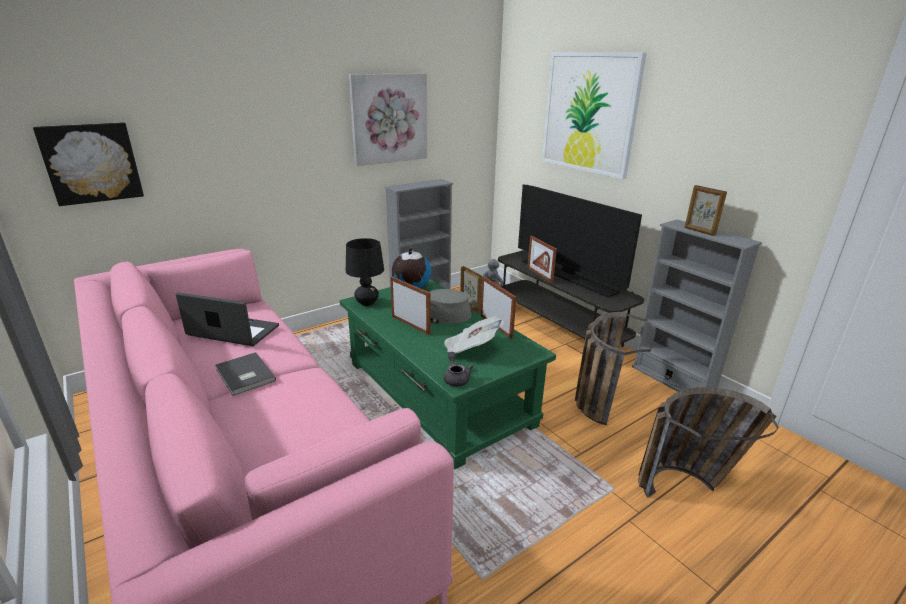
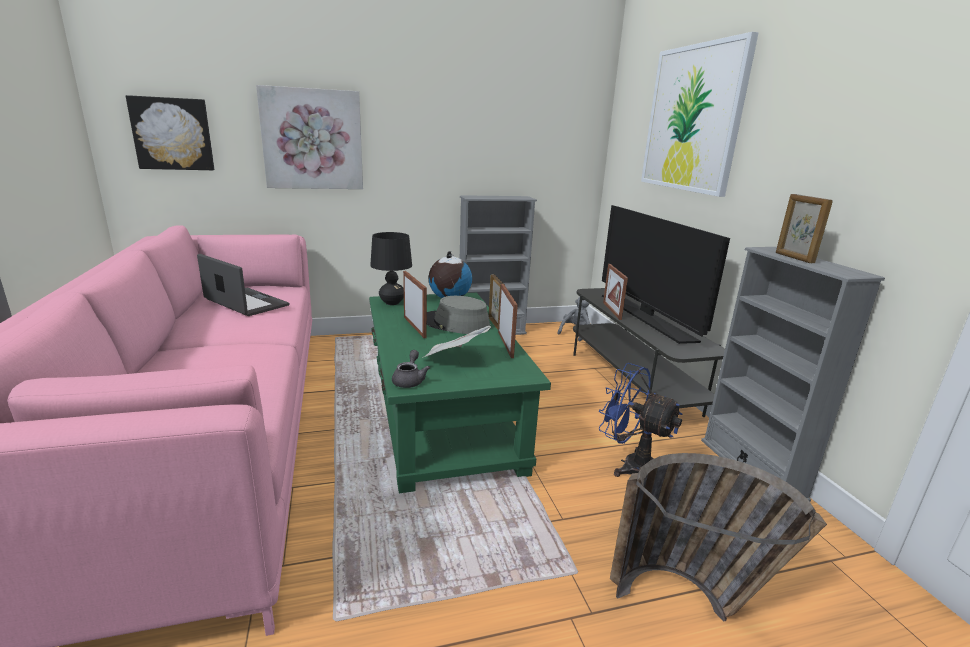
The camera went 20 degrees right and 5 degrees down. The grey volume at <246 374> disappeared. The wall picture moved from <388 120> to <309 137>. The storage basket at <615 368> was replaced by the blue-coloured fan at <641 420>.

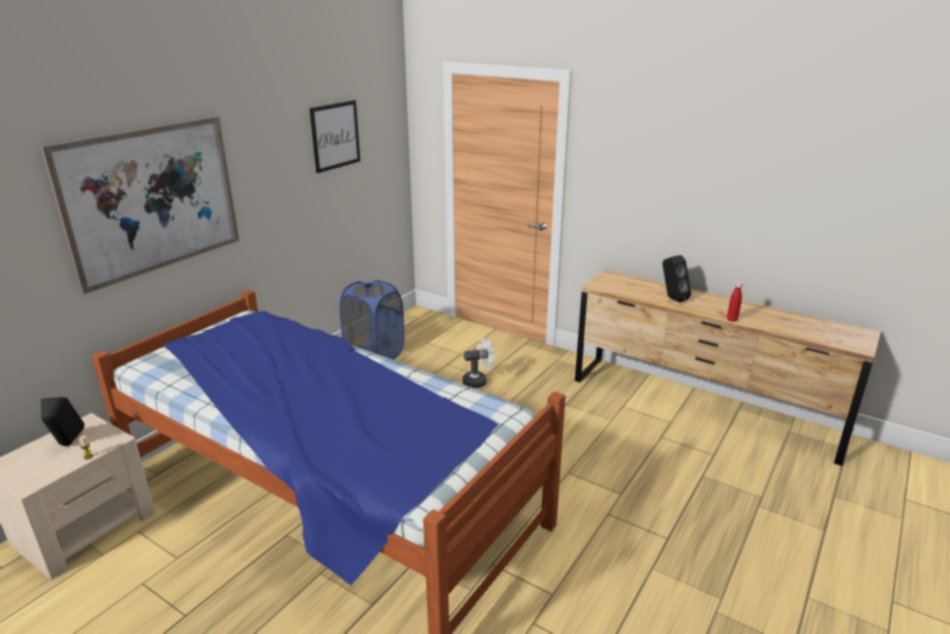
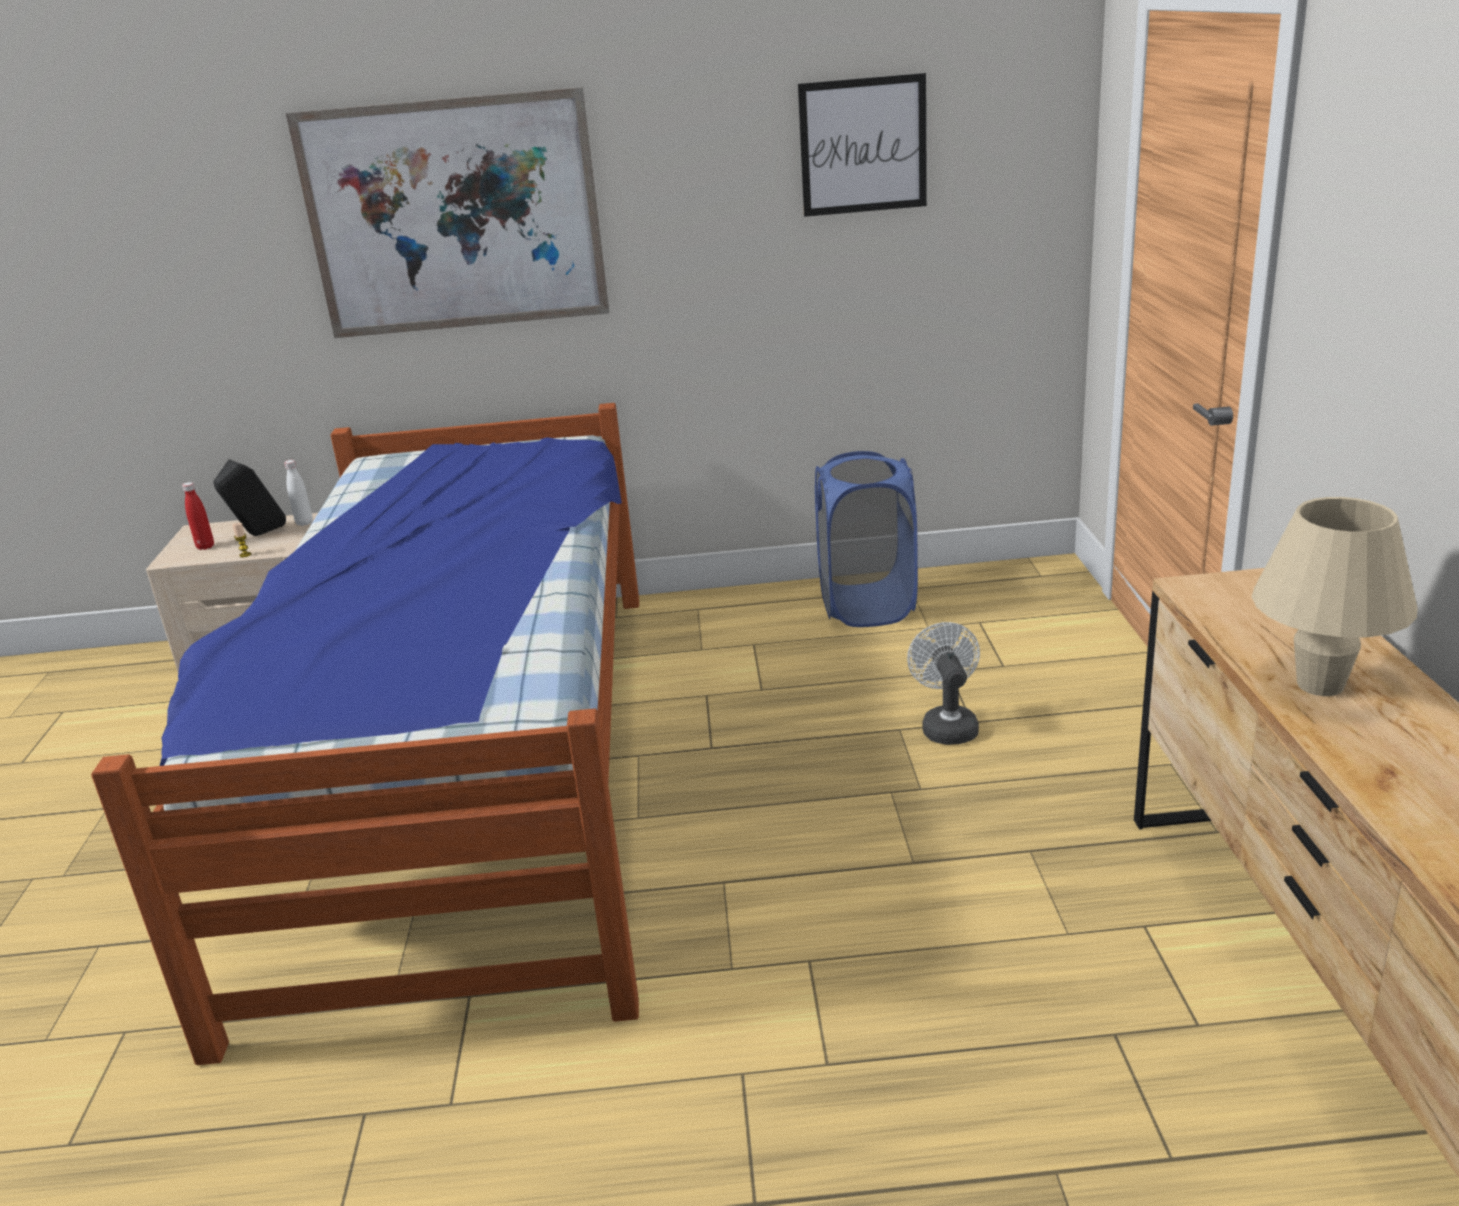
The camera went 55 degrees right and 0 degrees up. The white beverage bottle at <298 493> appeared. The reddish beverage bottle moved from <734 302> to <198 516>. The black-coloured audio speaker at <676 279> was replaced by the beige-coloured tabletop lamp at <1334 596>. The white fan at <478 363> turned 135 degrees counterclockwise.

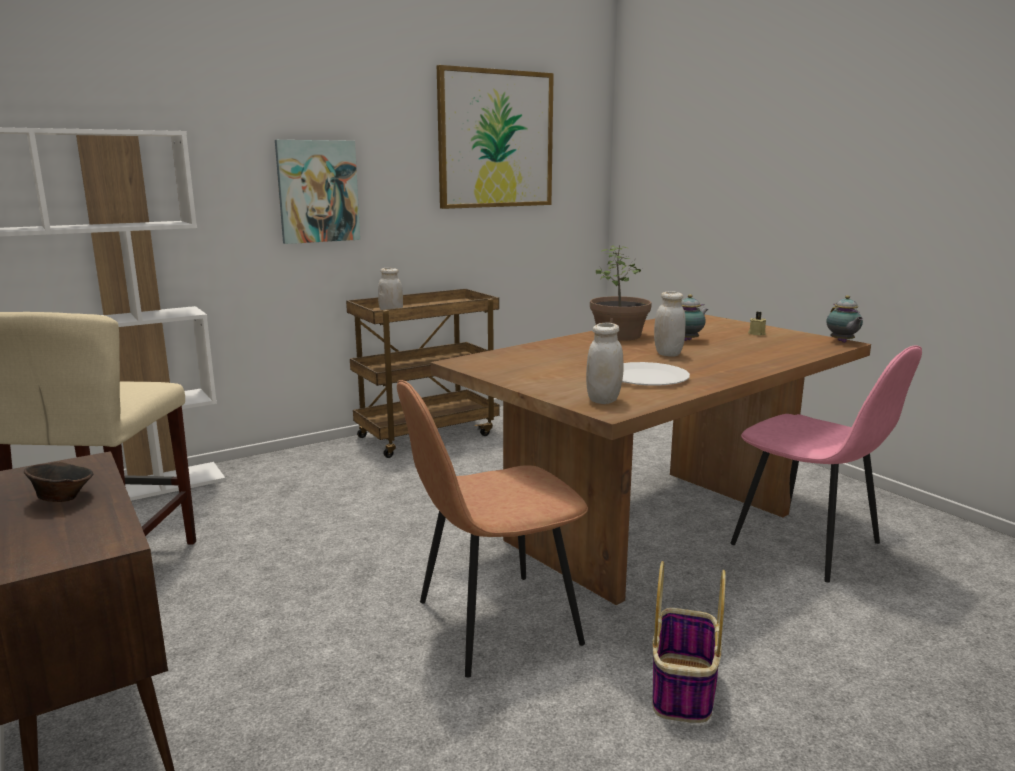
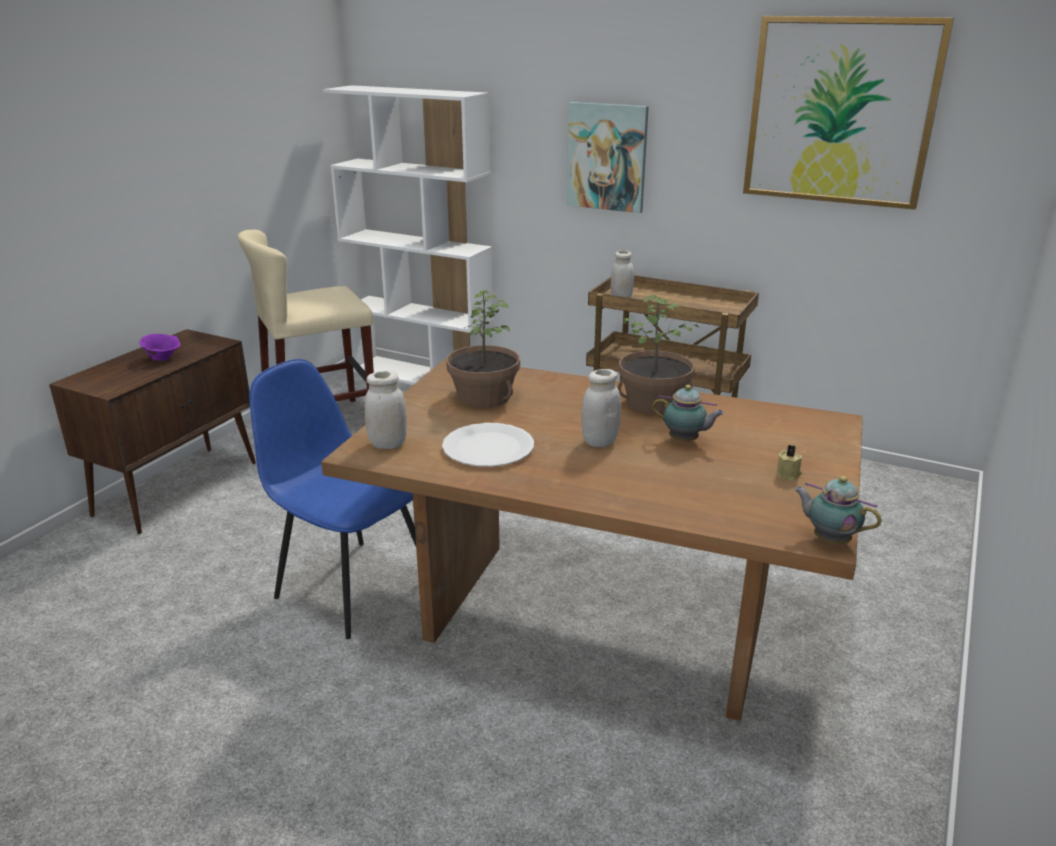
The camera went 60 degrees right and 10 degrees up. The storage basket at <689 642> disappeared. The pink-coloured plain chair at <826 463> disappeared. The houseplant at <483 349> appeared. The brown-coloured serving bowl at <58 482> became the purple-coloured serving bowl at <159 347>. The brown-coloured plain chair at <492 529> became the blue-coloured plain chair at <332 499>. The pot for tea at <845 319> turned 75 degrees clockwise.

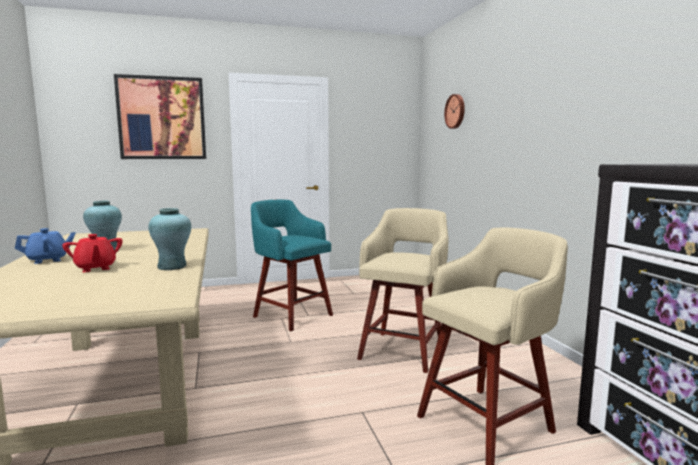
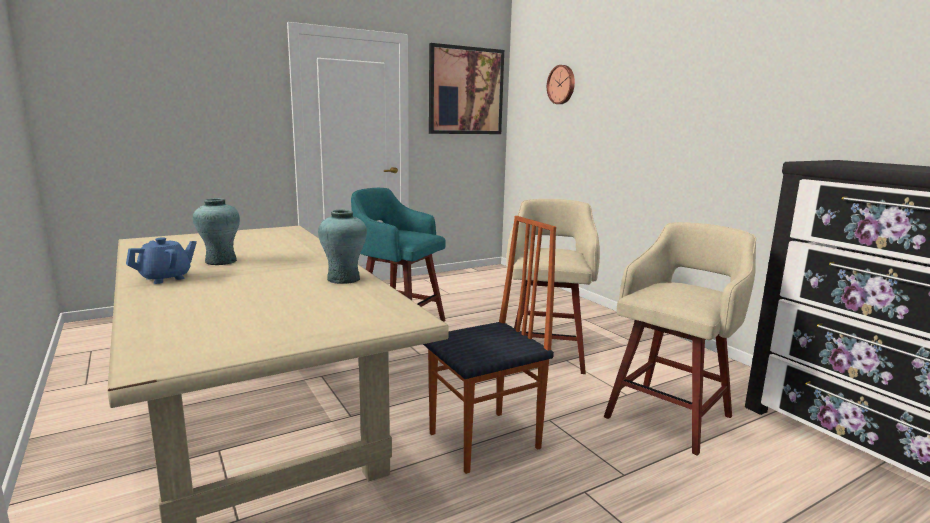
The camera went 15 degrees left and 5 degrees up. The reddish pot for tea at <92 253> disappeared. The plain chair at <489 345> appeared. The wall picture moved from <160 116> to <466 88>.

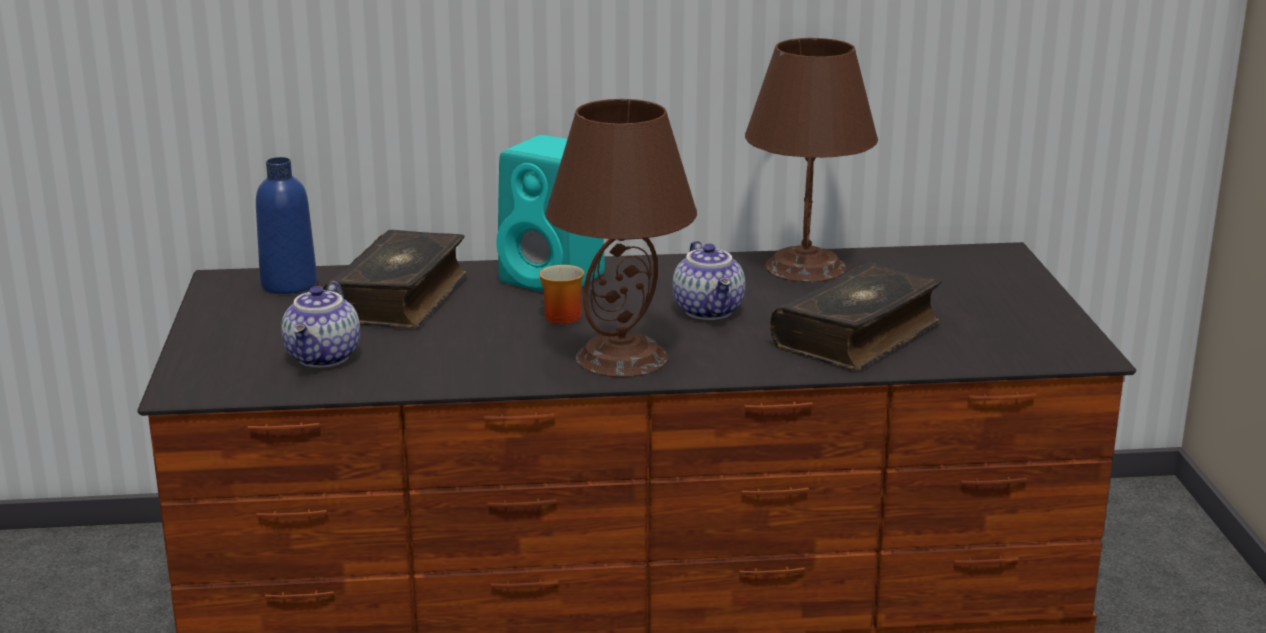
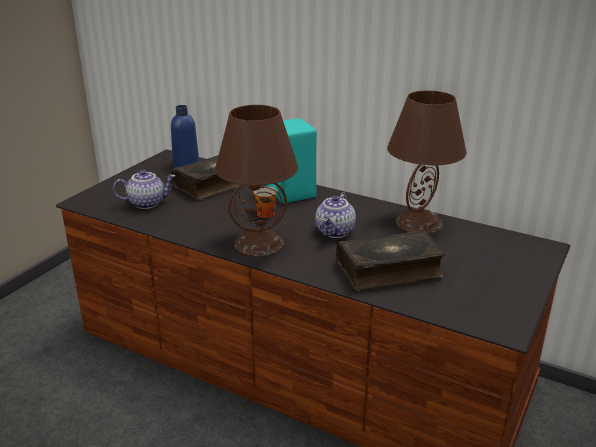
The camera went 35 degrees right and 5 degrees up. The pot for tea at <320 324> turned 150 degrees counterclockwise.

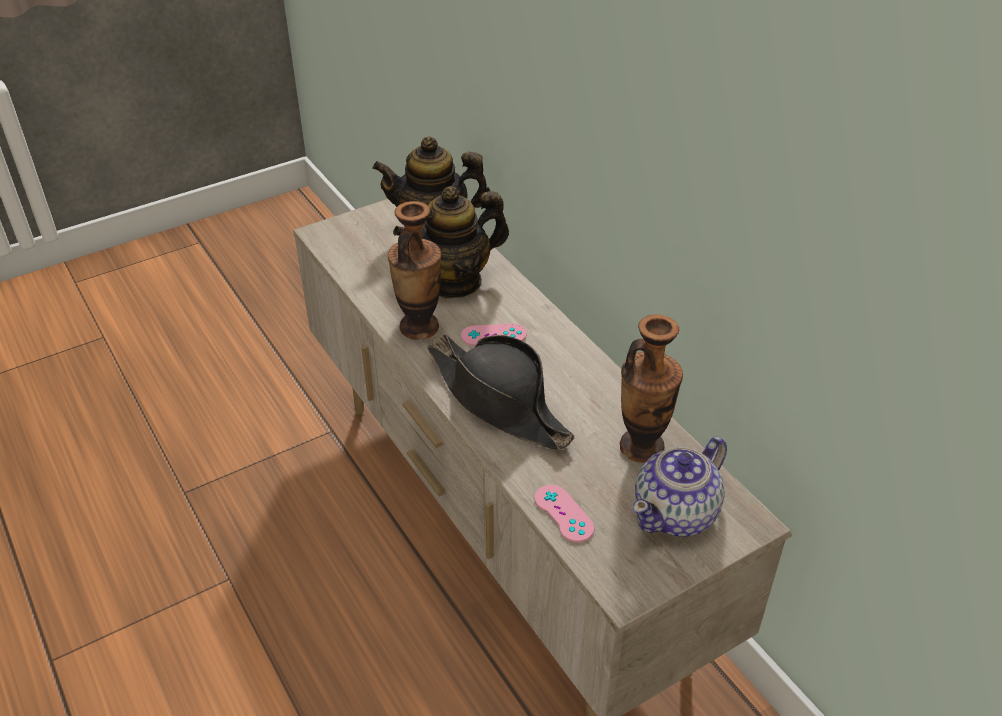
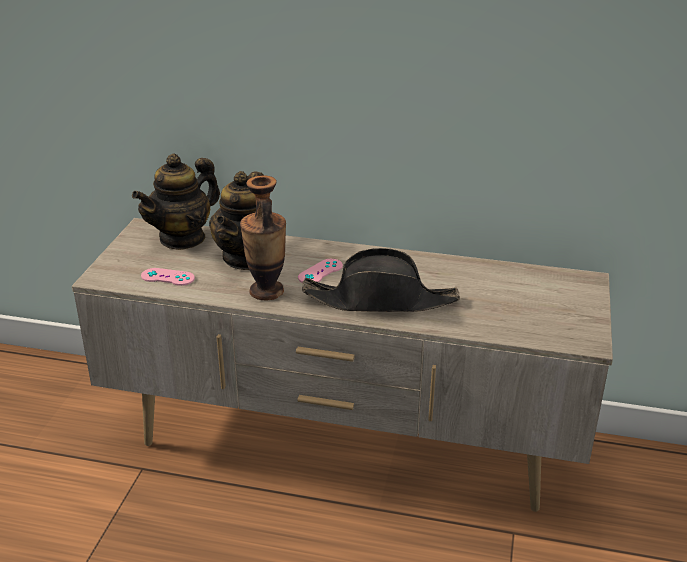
The camera went 45 degrees left and 10 degrees down. The vase at <651 389> disappeared. The pot for tea at <680 487> disappeared. The pink-coloured joypad moved from <564 513> to <168 277>.

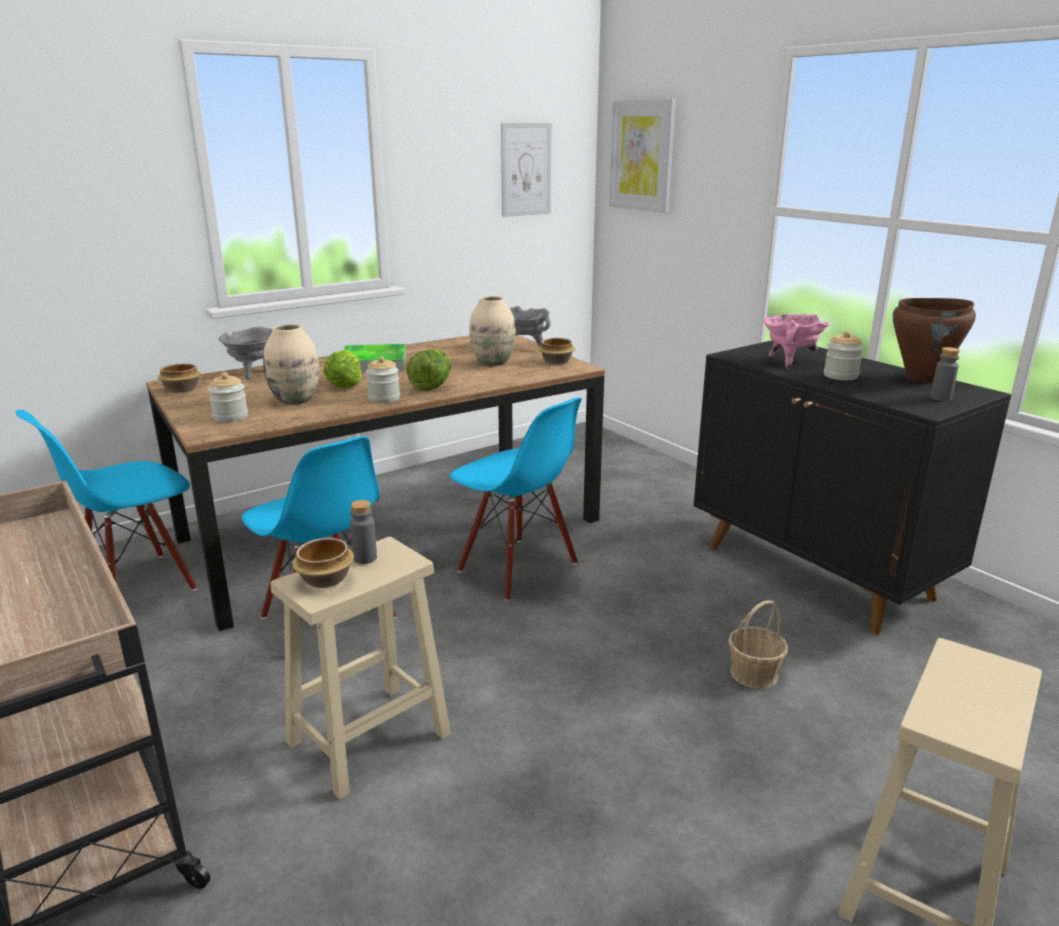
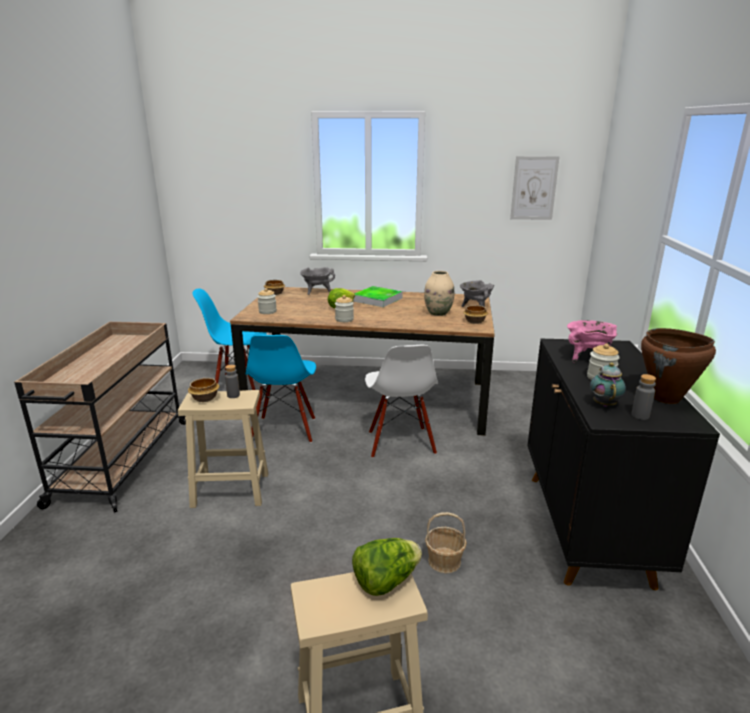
The camera went 40 degrees right and 0 degrees up. The beige-coloured vase at <291 364> disappeared. The wall picture at <642 156> disappeared. The pot for tea at <608 384> appeared. The head of lettuce moved from <429 370> to <387 567>. The blue-coloured plain chair at <516 499> became the white plain chair at <401 401>.

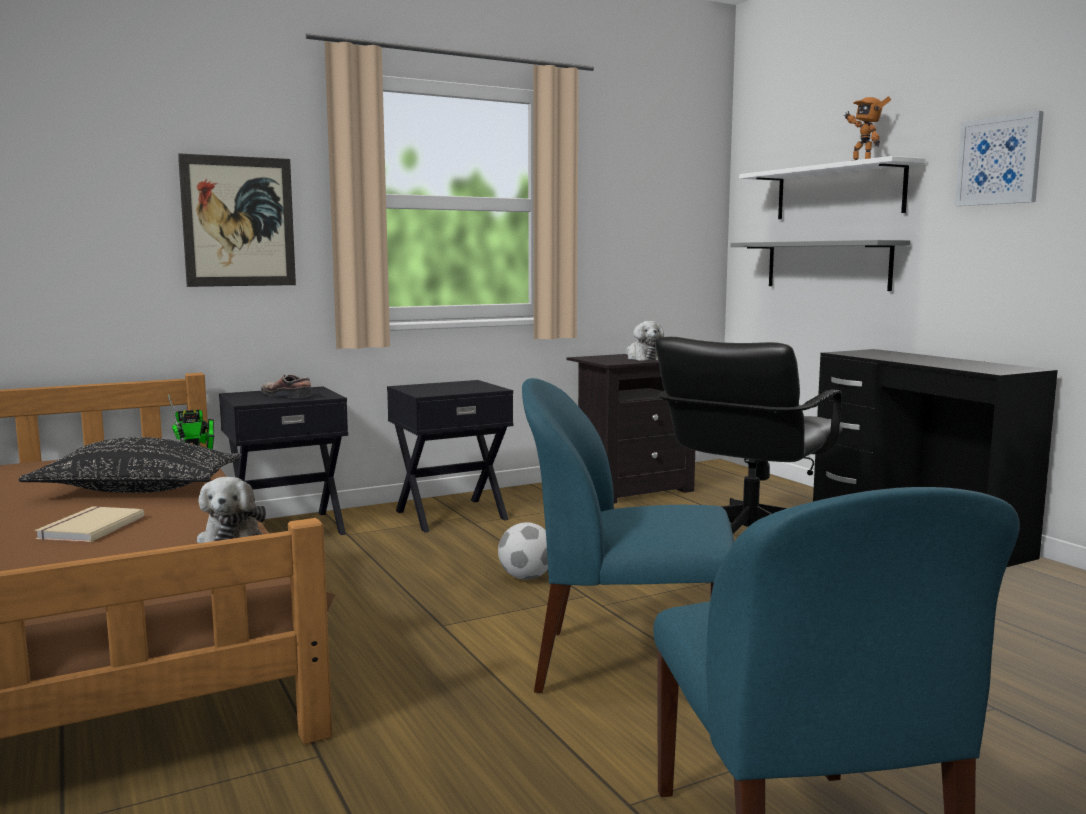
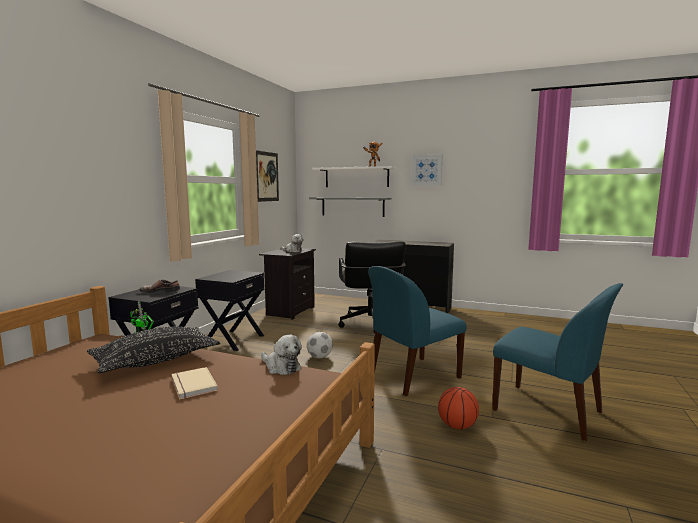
The camera went 40 degrees left and 0 degrees up. The basketball ball at <458 408> appeared. The wall picture moved from <237 220> to <267 176>.

